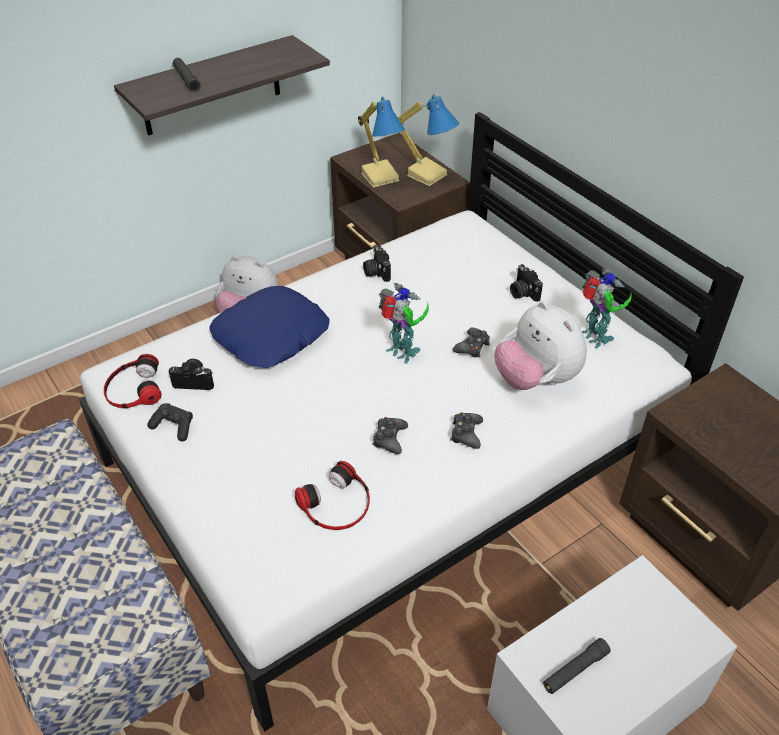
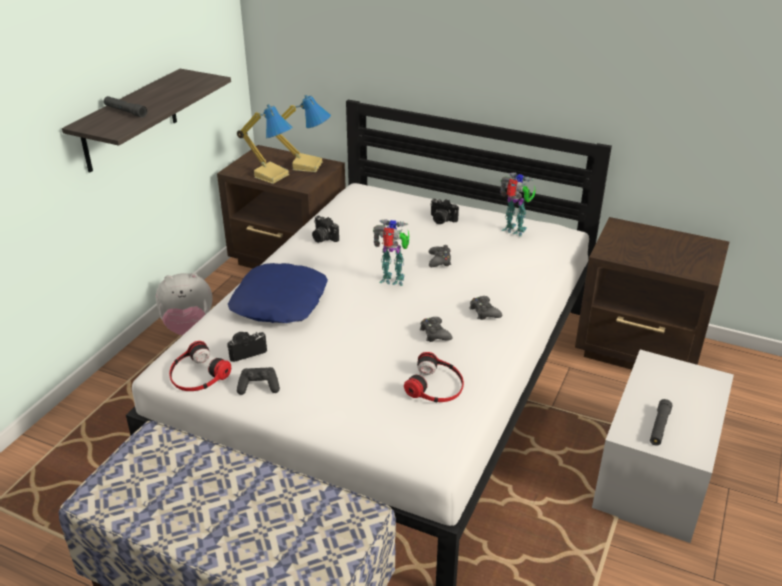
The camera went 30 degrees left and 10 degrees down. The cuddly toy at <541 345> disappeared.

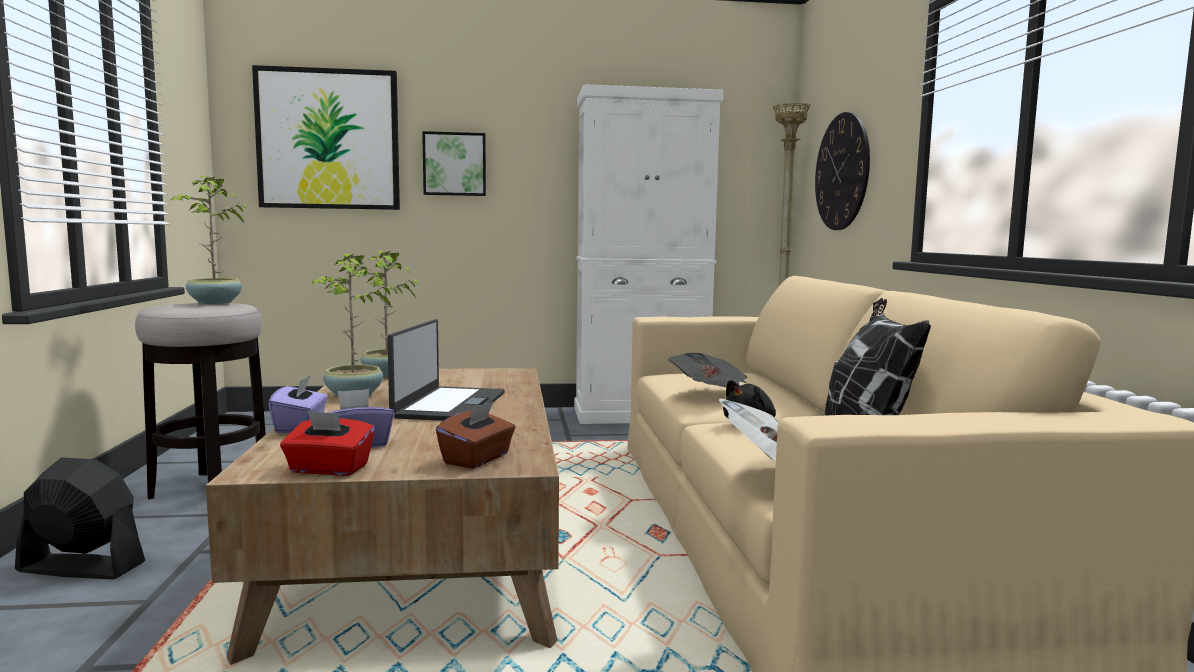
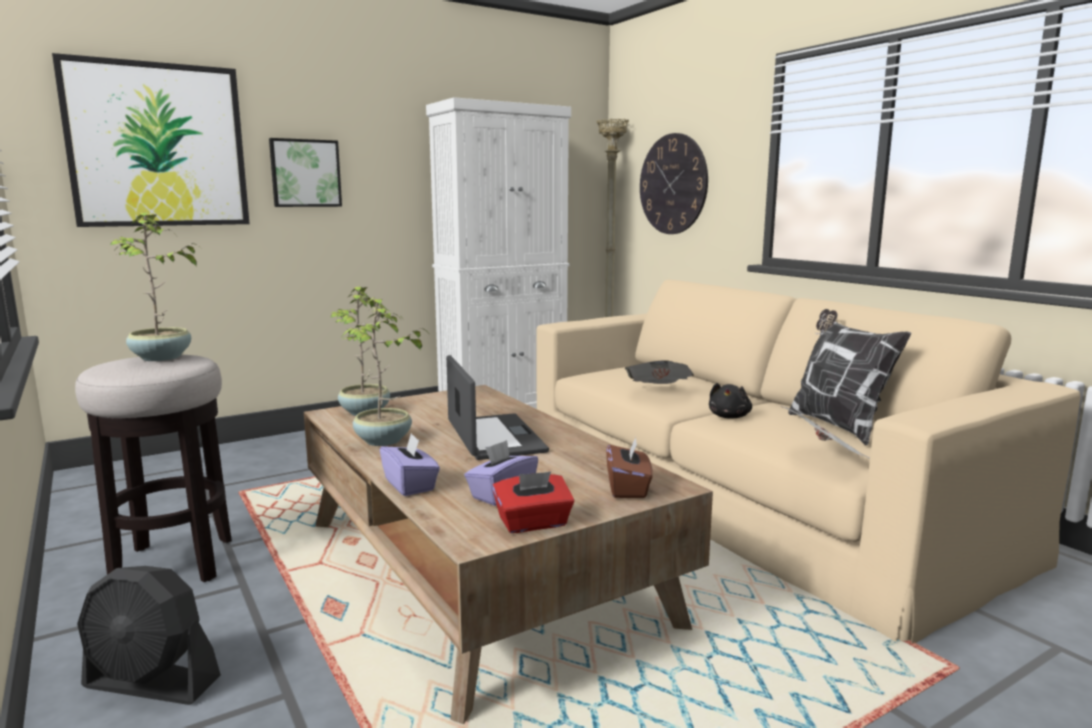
The camera went 25 degrees left and 5 degrees up. The black-coloured fan at <80 518> turned 150 degrees counterclockwise.

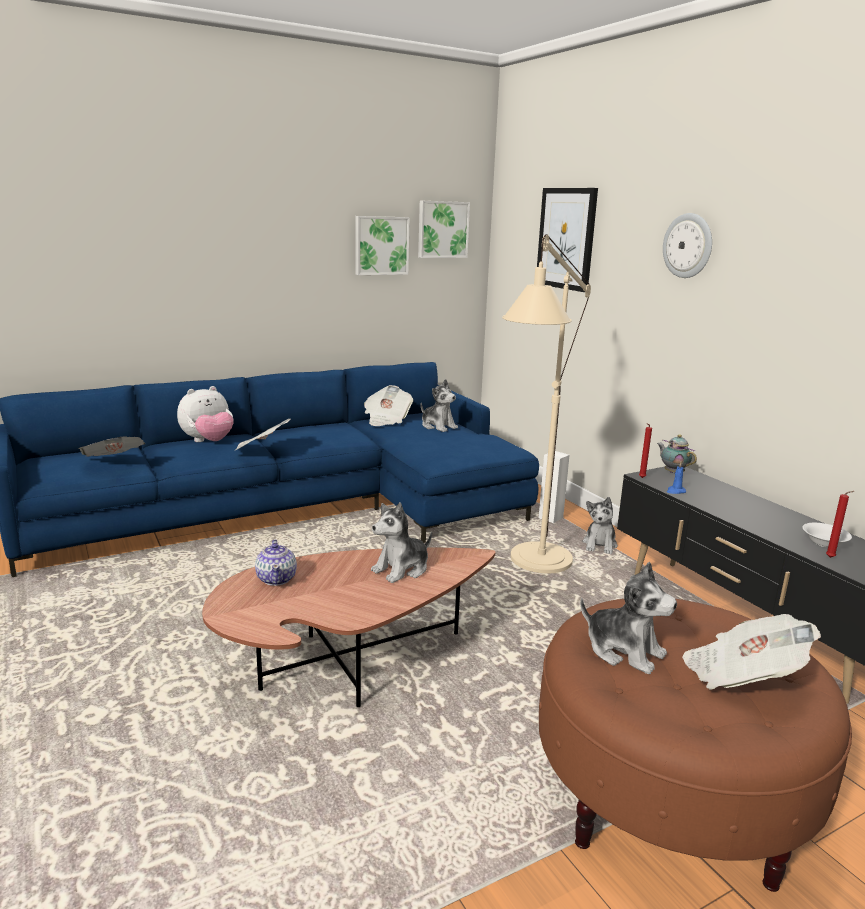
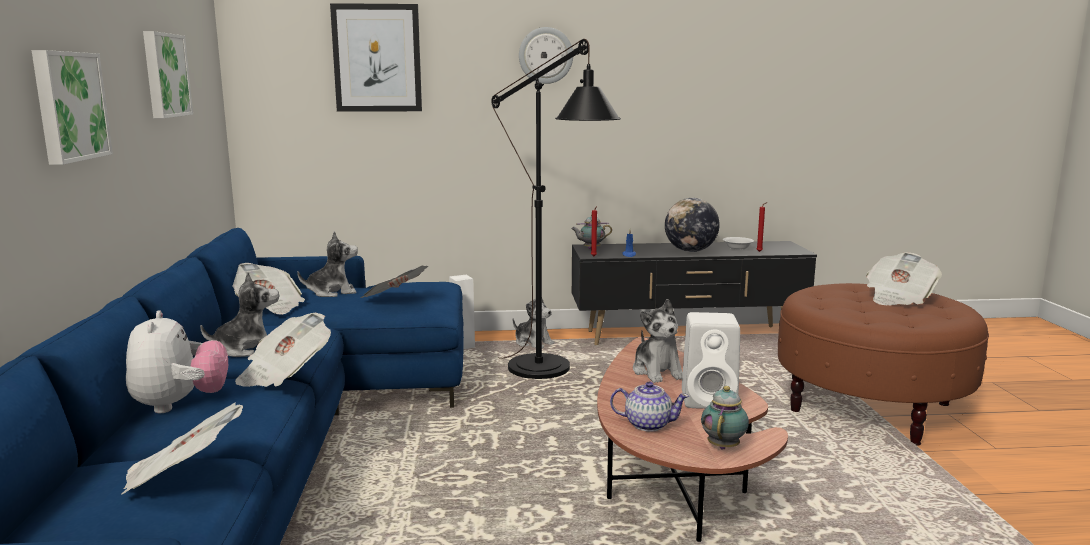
The camera went 65 degrees left and 5 degrees down. The printed paper at <394 281> appeared. The desk globe at <692 225> appeared. The white audio speaker at <711 360> appeared. The pot for tea at <725 418> appeared. The wall picture moved from <444 229> to <72 107>. The cuddly toy moved from <628 618> to <239 314>. The beige-coloured floor lamp at <546 403> became the black-coloured floor lamp at <556 209>.

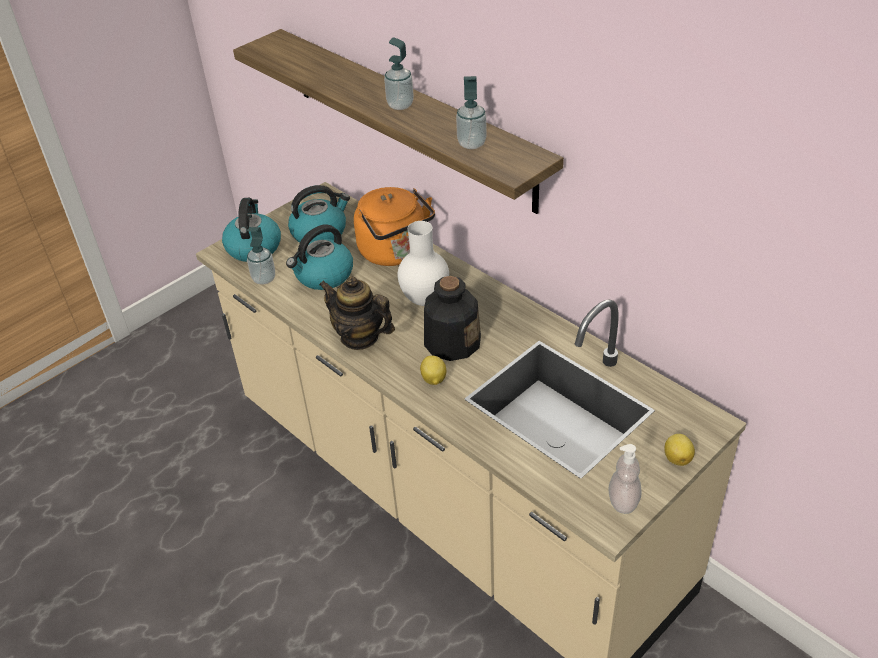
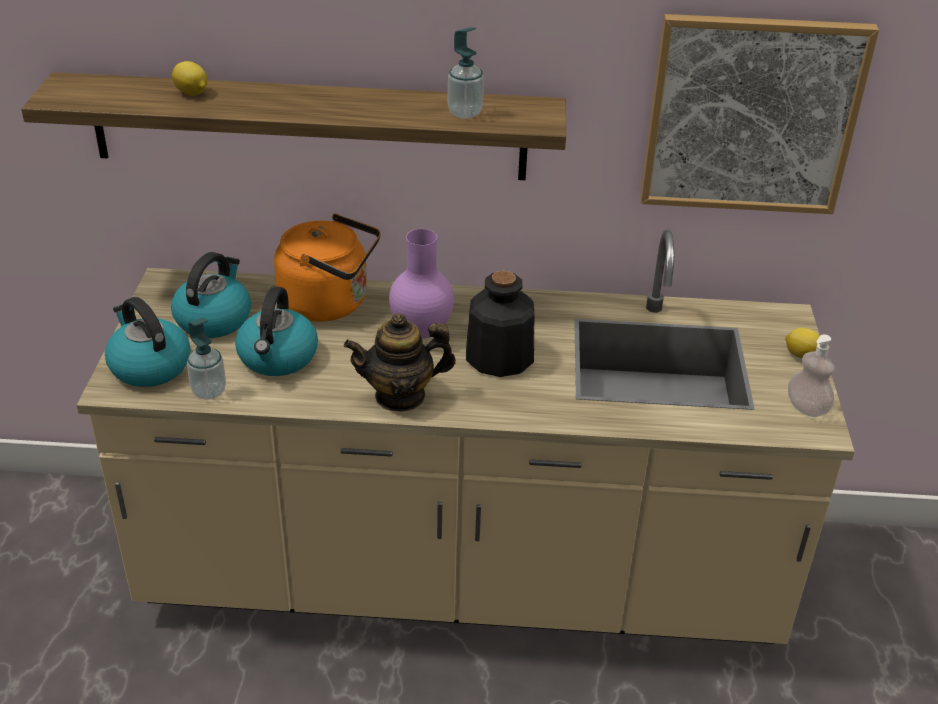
The camera went 45 degrees left and 5 degrees down. The soap bottle at <399 73> disappeared. The wall picture at <759 114> appeared. The citrus fruit moved from <433 370> to <189 78>. The white vase at <423 263> became the purple-coloured vase at <421 284>.

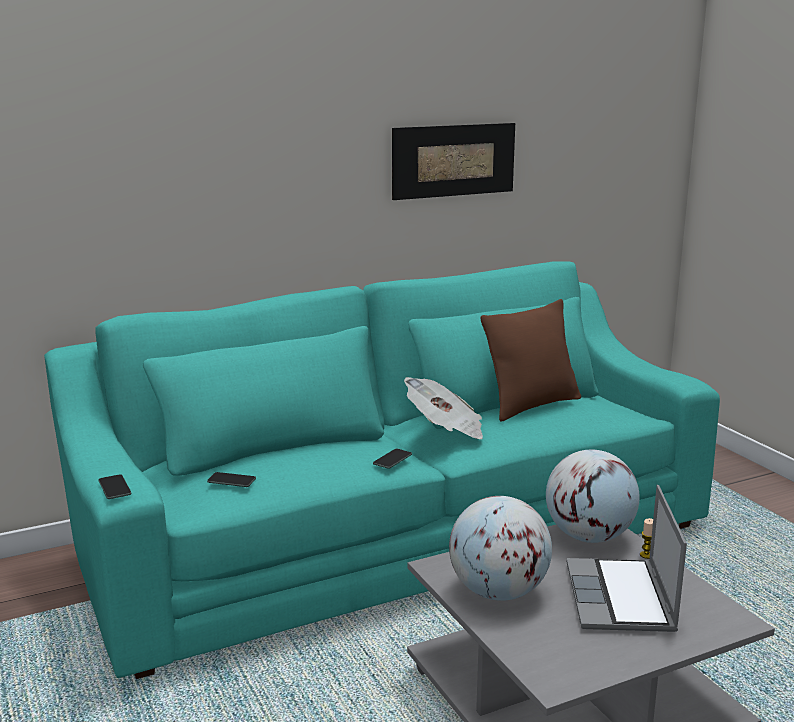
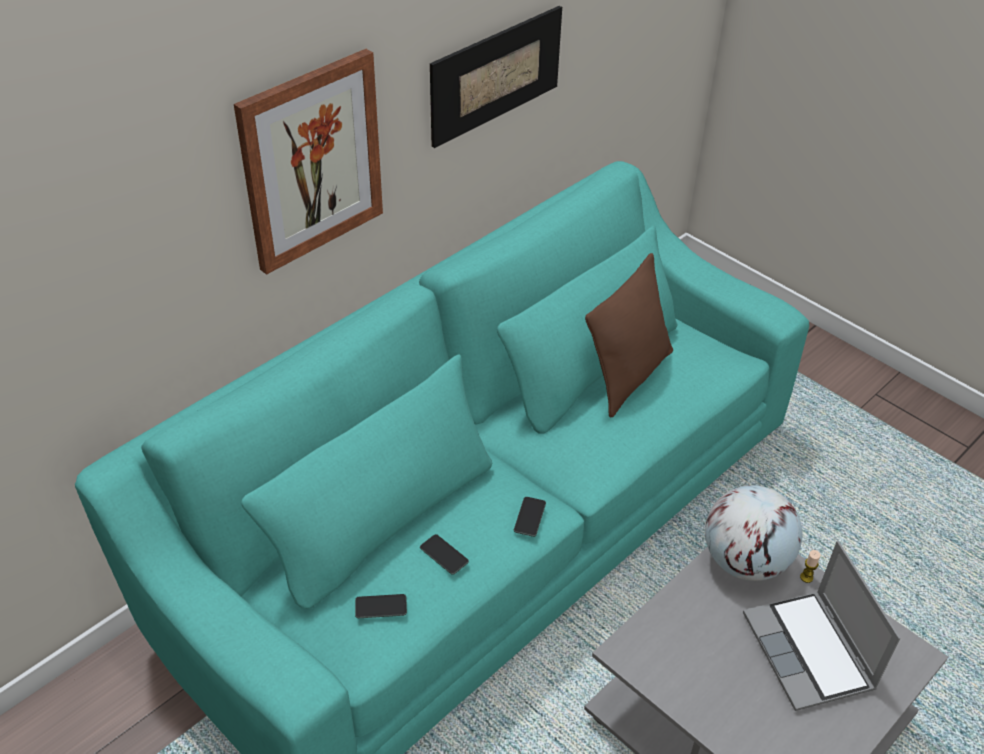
The camera went 20 degrees left and 25 degrees up. The printed paper at <443 408> disappeared. The desk globe at <500 548> disappeared. The wall picture at <308 162> appeared. The handset moved from <114 486> to <444 554>.

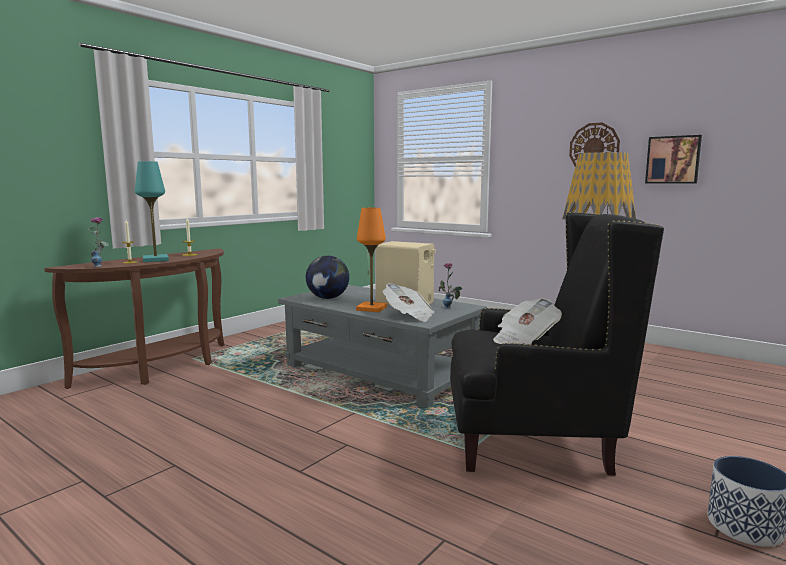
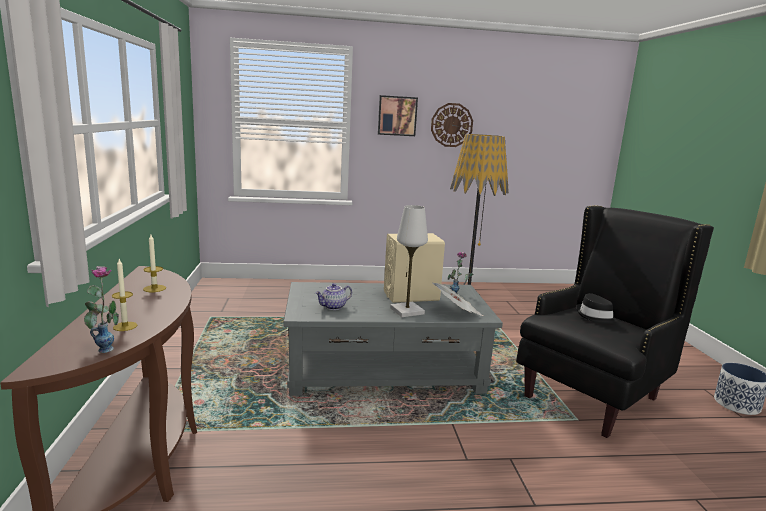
The camera went 45 degrees left and 5 degrees up. The blue-green tabletop lamp at <152 211> disappeared. The wall picture moved from <673 159> to <398 115>. The desk globe at <327 277> was replaced by the pot for tea at <333 296>. The printed paper at <527 321> was replaced by the black-coloured hat at <597 308>. The orange-coloured tabletop lamp at <371 260> became the white tabletop lamp at <409 261>.

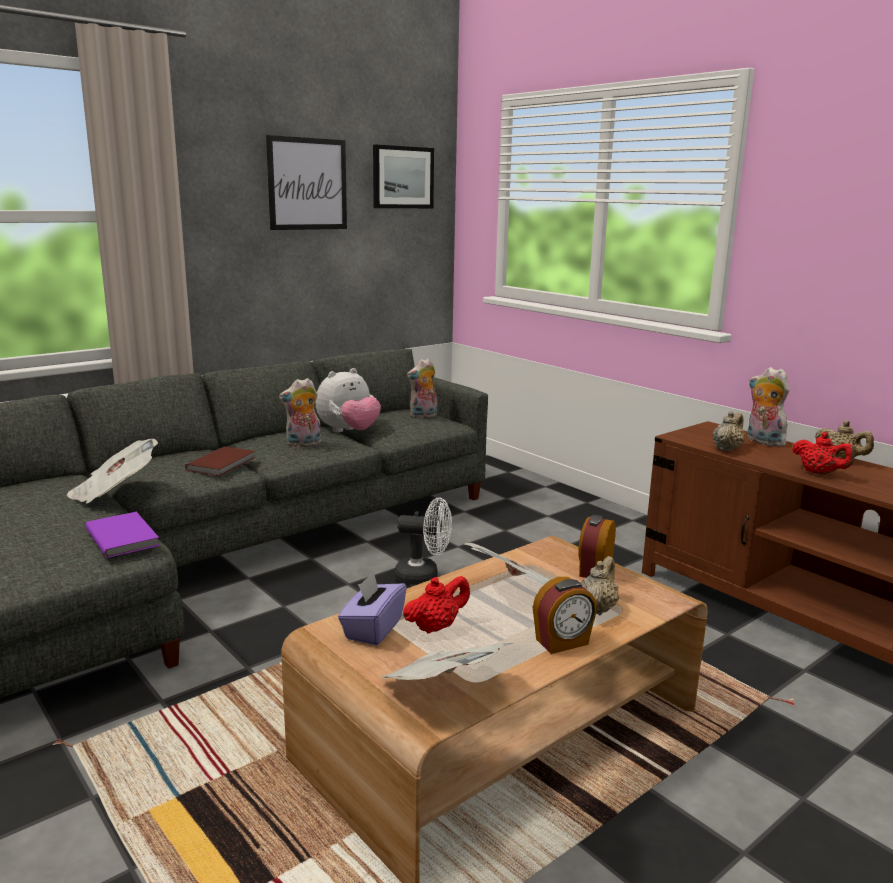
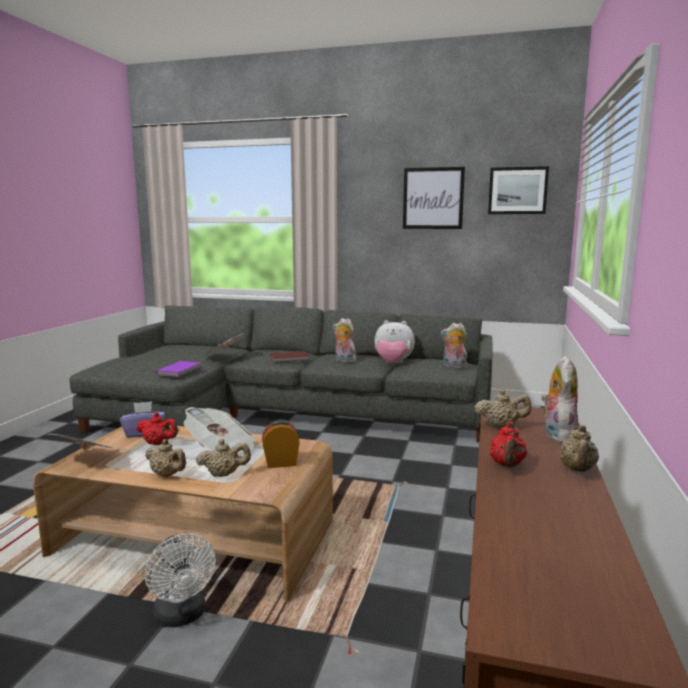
The camera went 55 degrees right and 5 degrees down. The white fan moved from <423 541> to <180 580>. The bedside clock at <564 615> was replaced by the beige-coloured pot for tea at <165 458>.

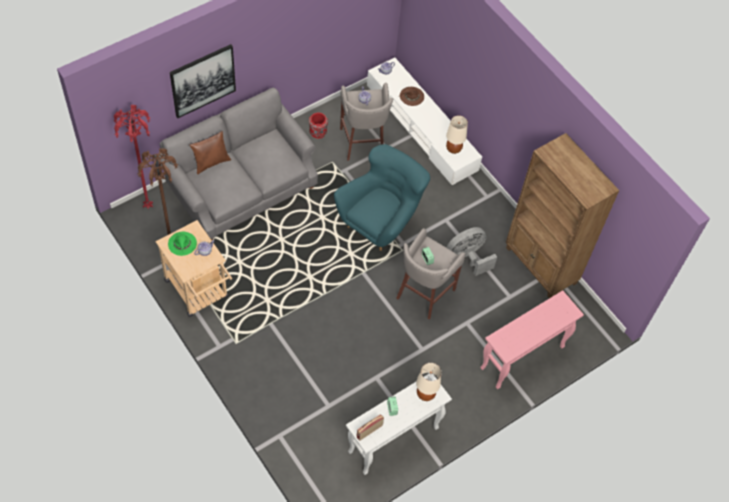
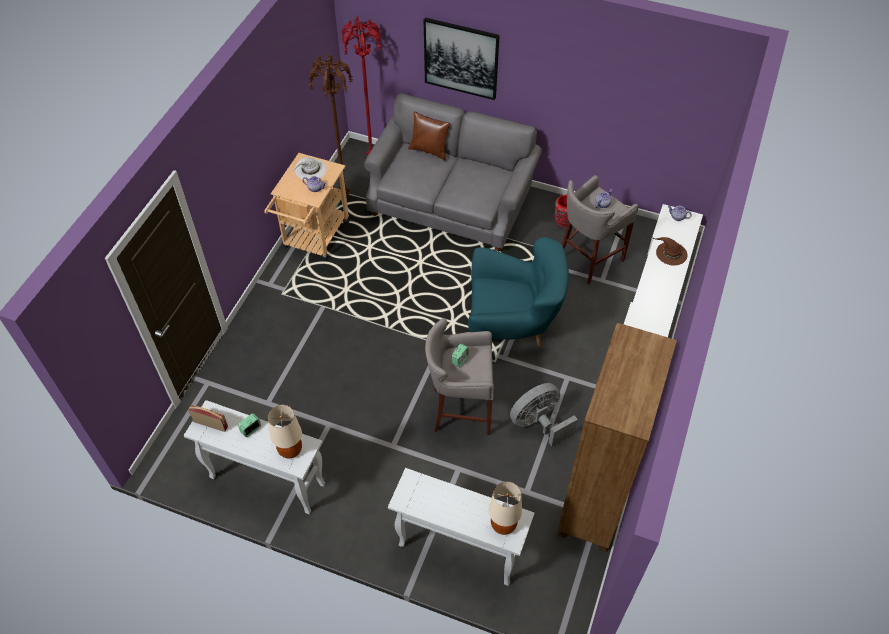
The camera went 60 degrees right and 5 degrees down. The beige-coloured tabletop lamp moved from <457 134> to <505 508>. The green hat at <182 244> became the white hat at <309 169>. The pink-coloured console table at <532 339> became the white console table at <461 527>. The grey fan at <471 251> turned 60 degrees counterclockwise.

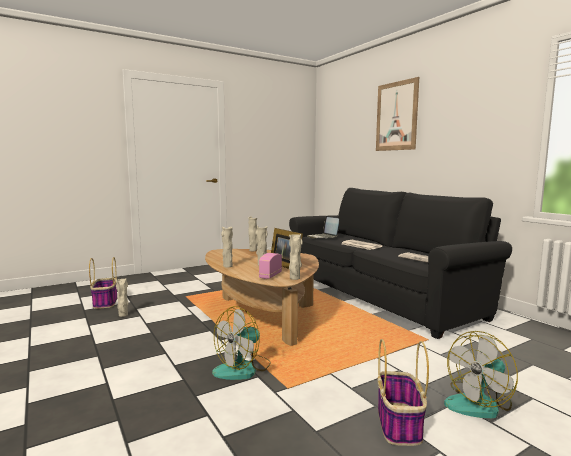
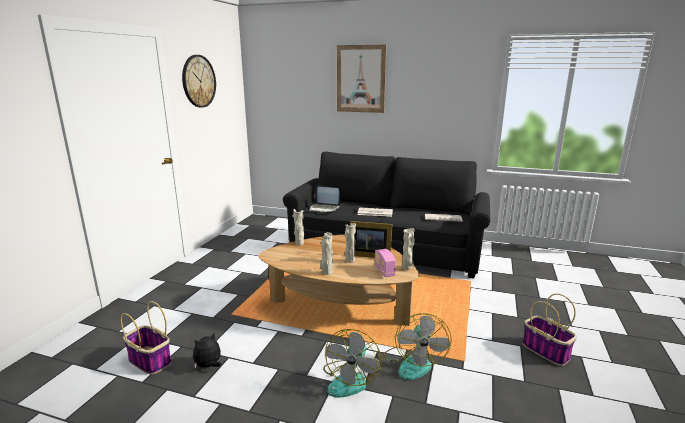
The camera went 40 degrees left and 10 degrees up. The clock on the wall at <199 81> appeared. The fan moved from <481 374> to <352 363>. The beige-coloured vase at <122 297> was replaced by the cuddly toy at <207 351>.

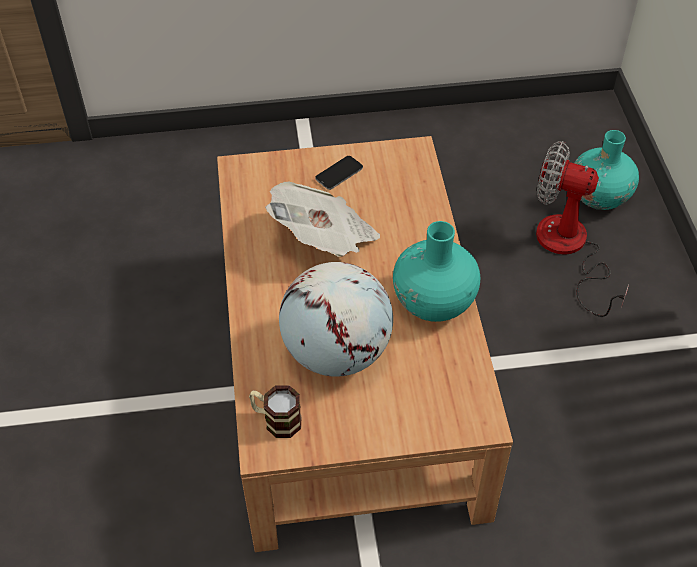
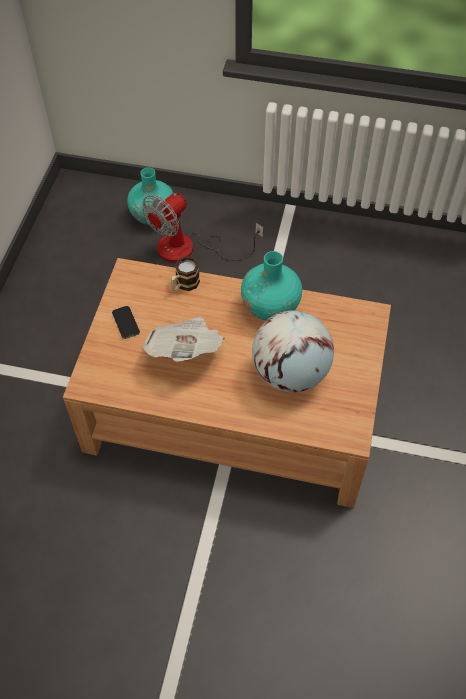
The camera went 70 degrees left and 5 degrees up. The mug moved from <275 412> to <185 273>.

